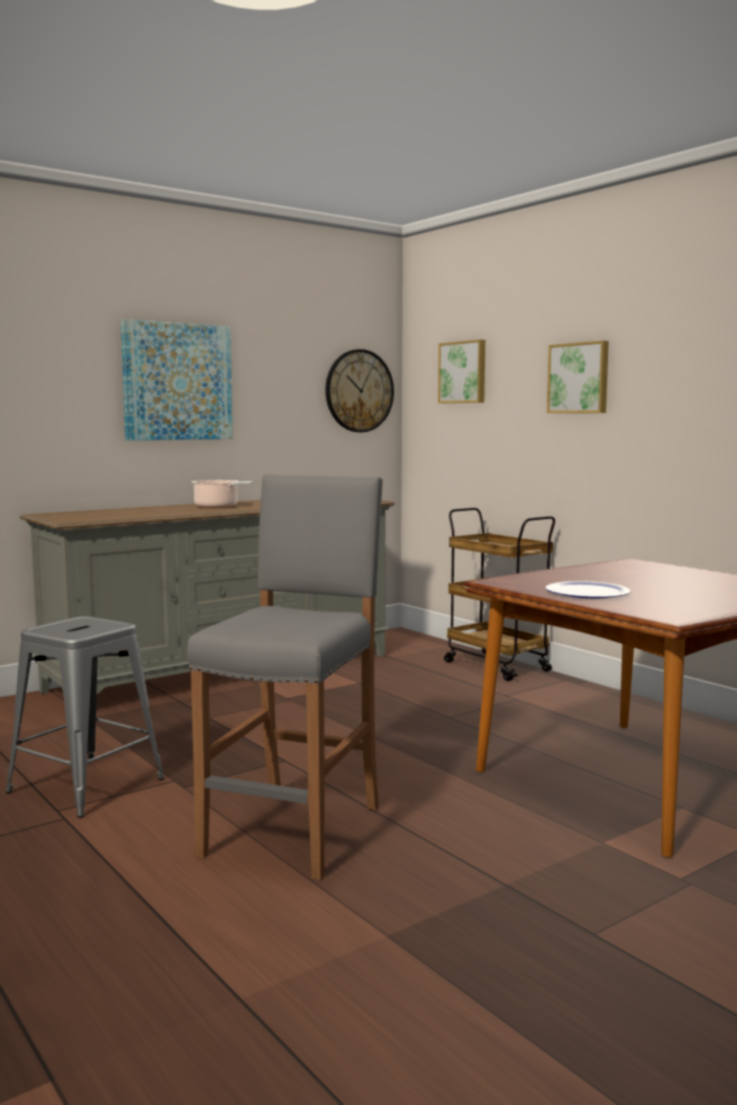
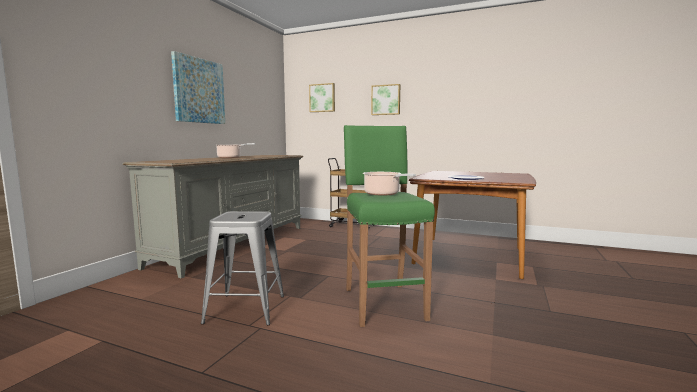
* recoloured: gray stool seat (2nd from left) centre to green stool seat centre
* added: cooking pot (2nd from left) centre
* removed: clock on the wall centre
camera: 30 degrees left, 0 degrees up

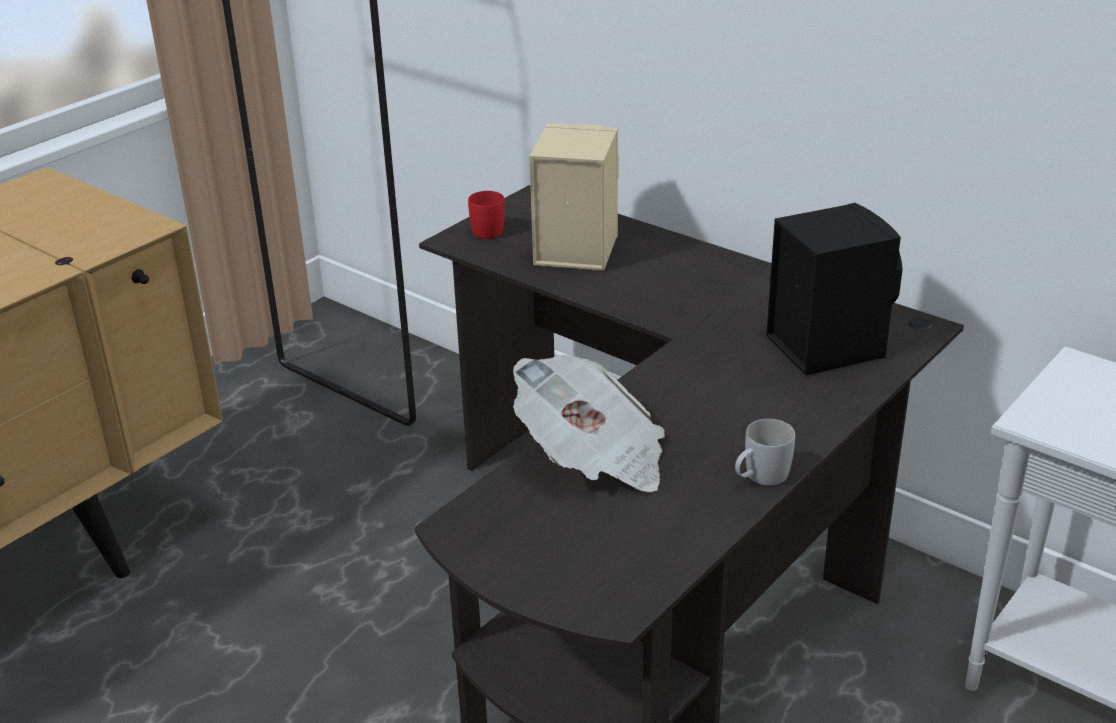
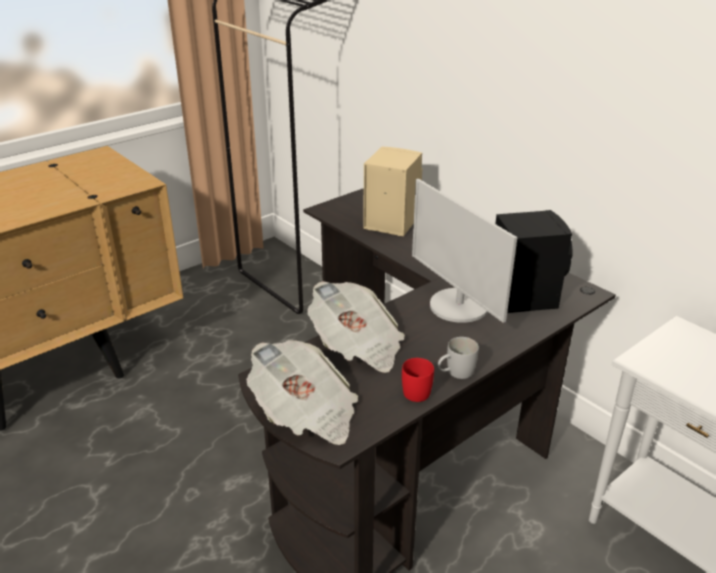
* added: daily paper (1st from left) bottom centre
* moved: reddish tea mug top centre to centre
* added: monitor centre
camera: 10 degrees right, 0 degrees up

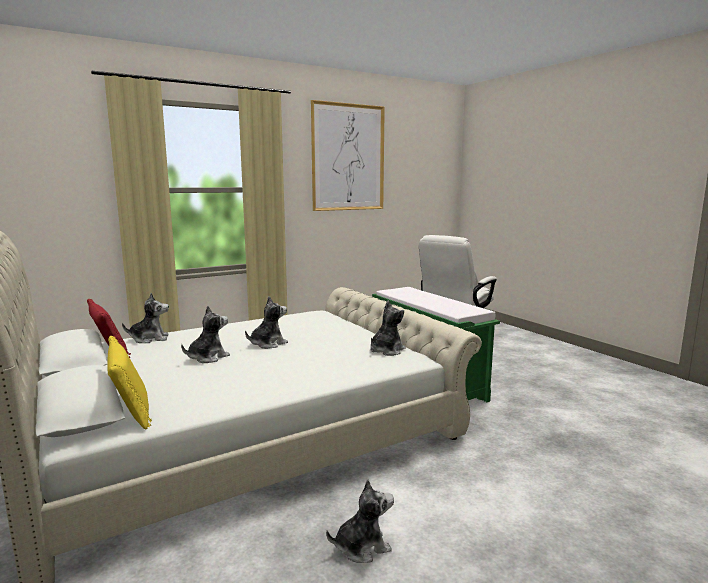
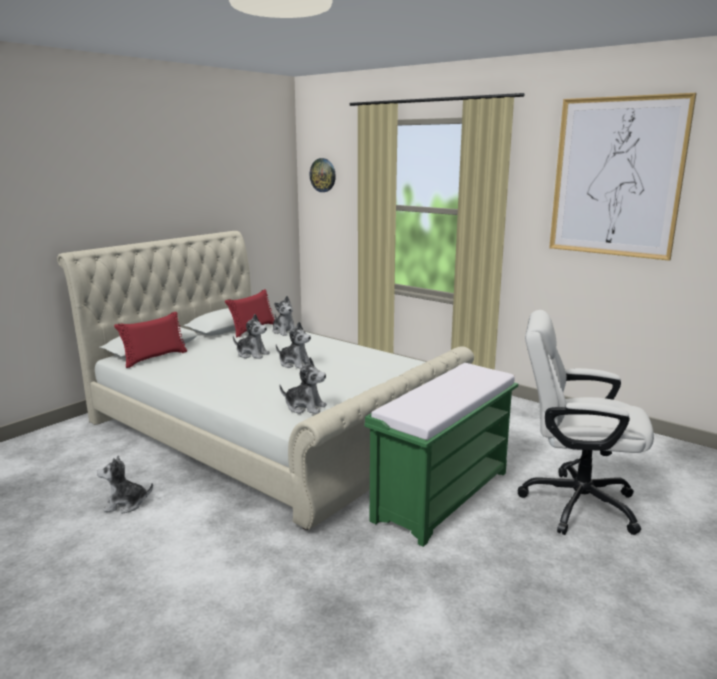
* turned: cuddly toy (4th from left in the first image) bottom centre = bottom left 120 degrees clockwise
* recoloured: yellow-coloured throw pillow middle left to reddish throw pillow (1st from left) middle left
* added: clock on the wall top centre
camera: 70 degrees right, 5 degrees up

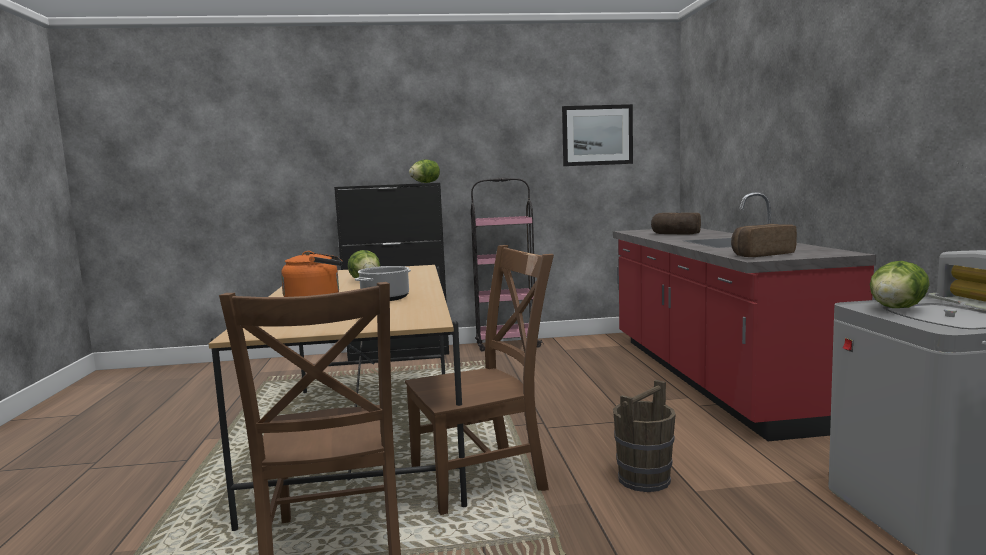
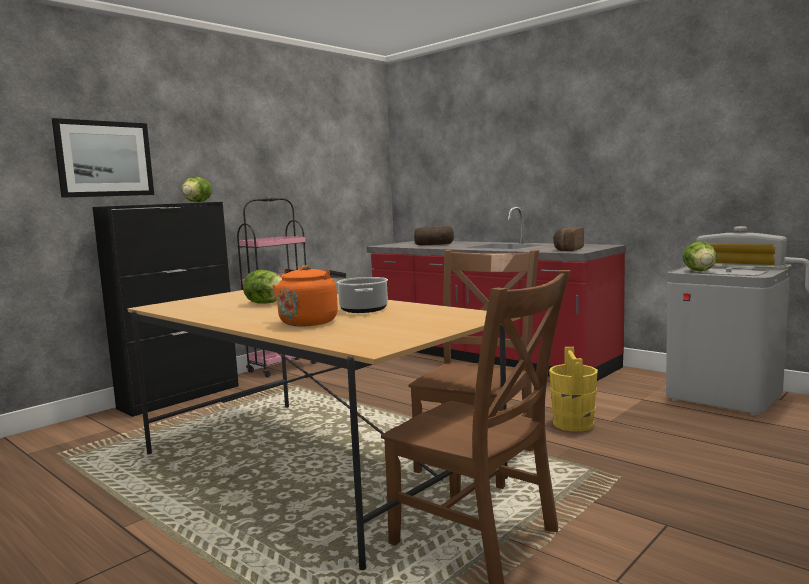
* moved: wall picture top centre to top left
* recoloured: brown-coloured pail bottom centre to yellow-coloured pail middle right
camera: 40 degrees left, 0 degrees up

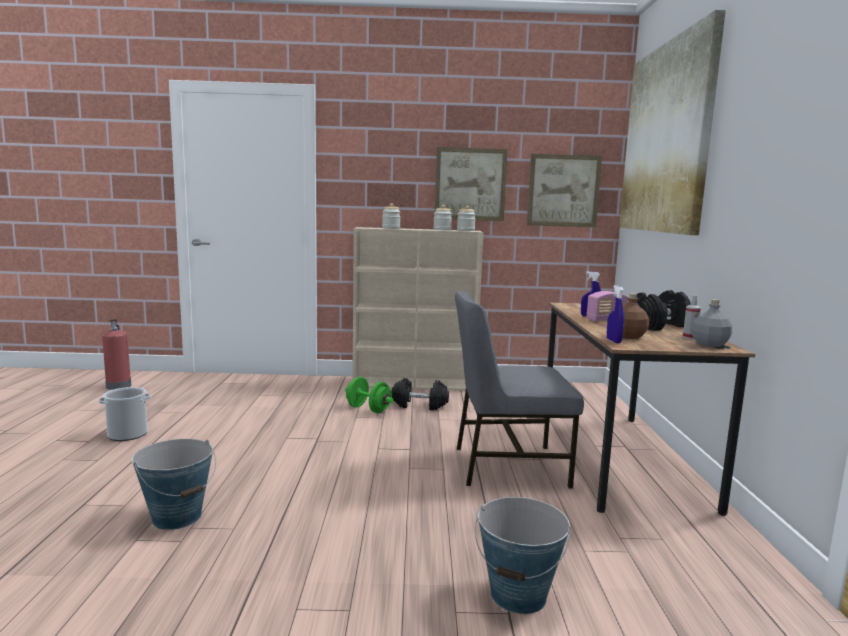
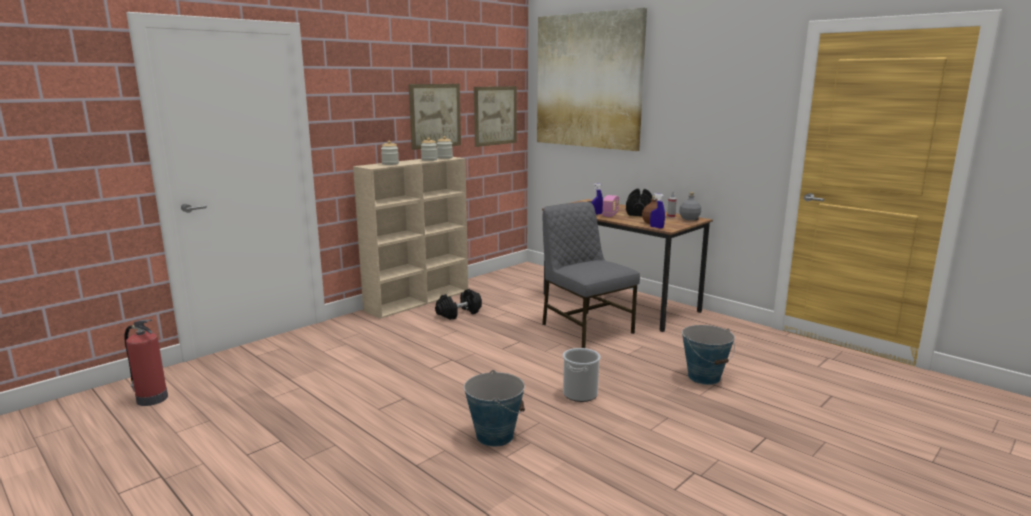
* turned: gray upright chair centre = centre 105 degrees clockwise
* moved: pail (1st from left in the first image) middle left to pail (2nd from left) bottom centre
* removed: green free weight centre
camera: 45 degrees left, 5 degrees up

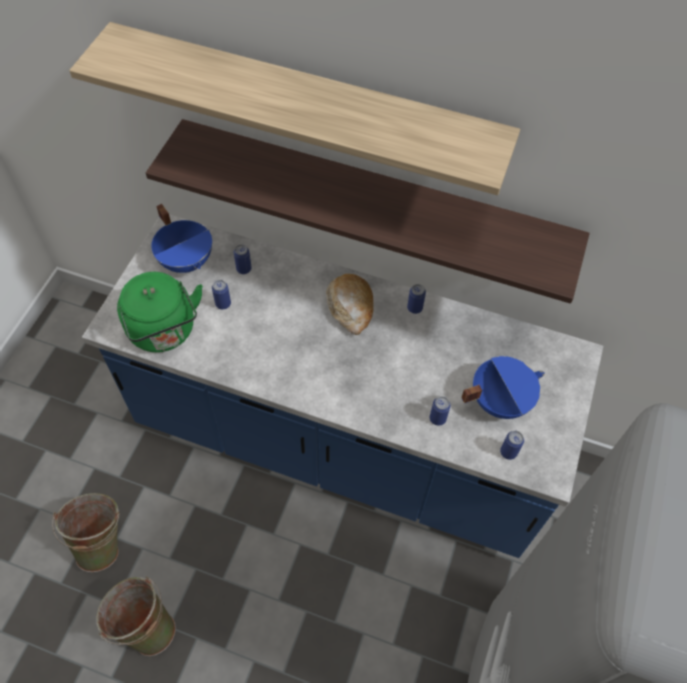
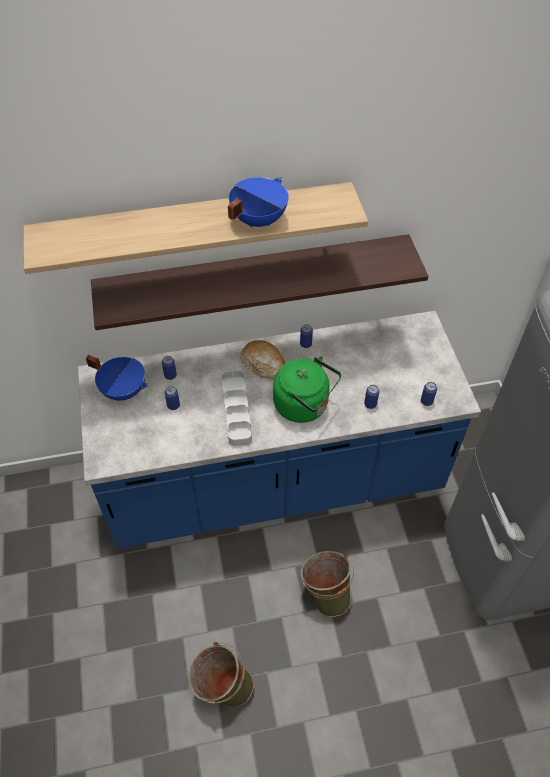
* added: gray tray centre
* moved: blue-coloured cooking pot (2nd from left) middle right to top centre
* moved: green tea kettle middle left to centre
* moved: green pail (1st from left in the first image) bottom left to green pail (2nd from left) bottom centre
camera: 30 degrees left, 5 degrees down

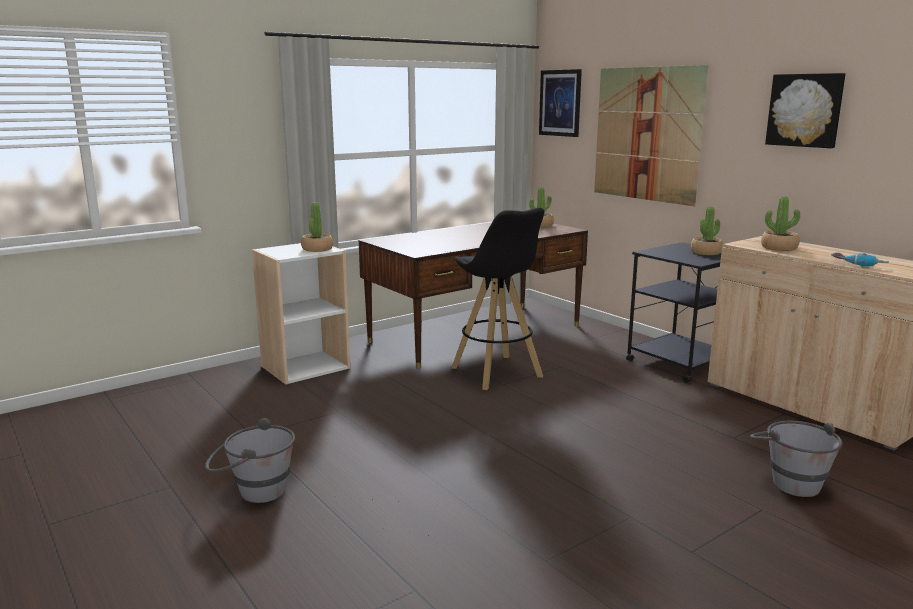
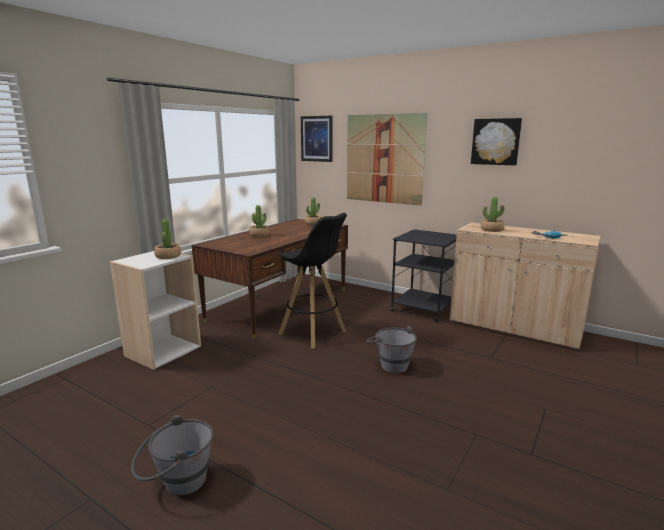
* moved: potted plant (3rd from left in the first image) middle right to potted plant (2nd from left) centre
* moved: gray pail (2nd from left) bottom right to centre
camera: 20 degrees left, 0 degrees up

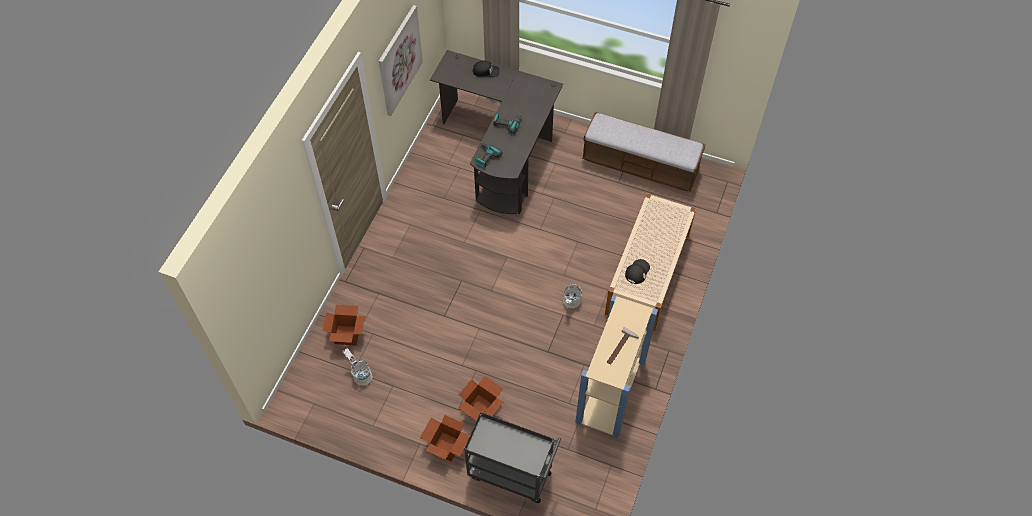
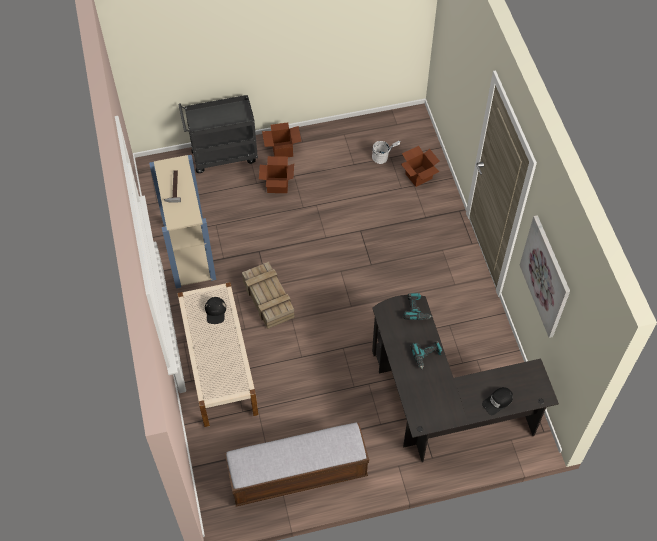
* replaced: whitish pail (2nd from left) centre to crate centre
camera: 145 degrees right, 0 degrees up

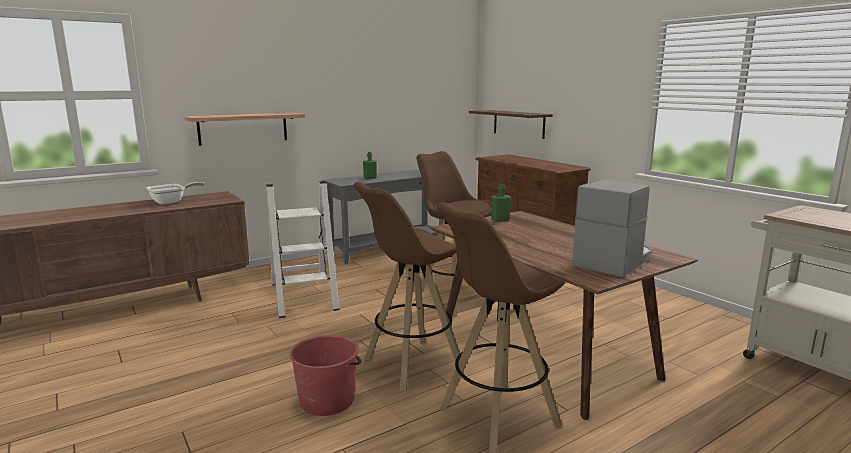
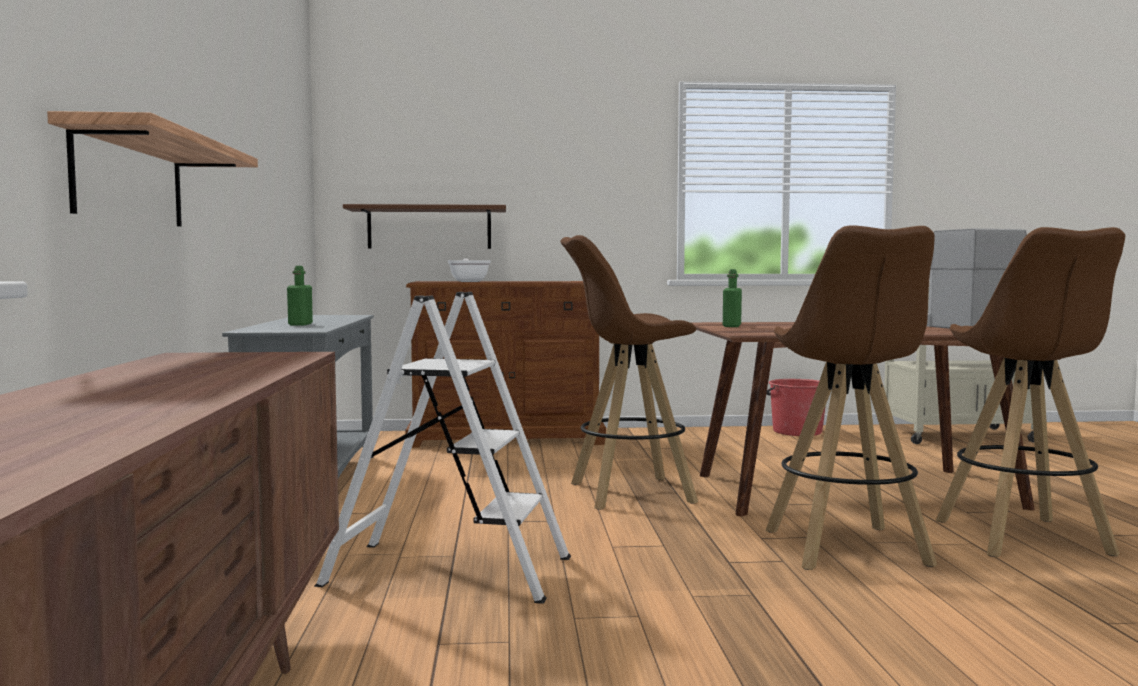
* moved: frying pan middle left to centre
* moved: reddish pail bottom centre to middle right
camera: 60 degrees left, 10 degrees down

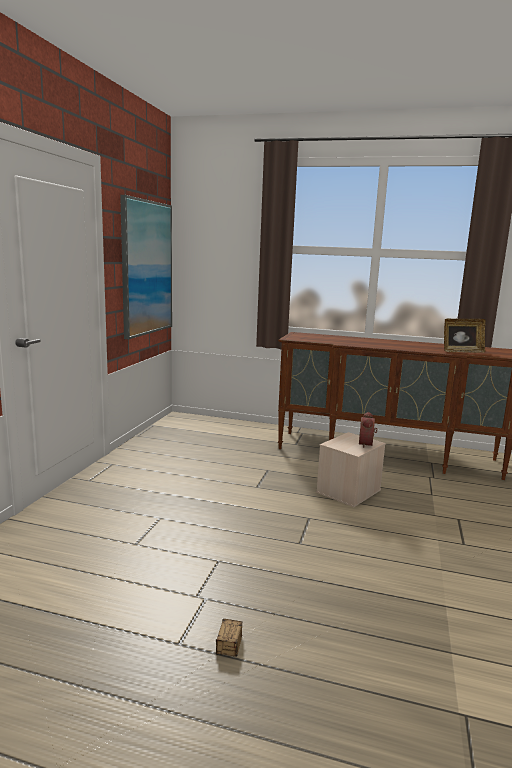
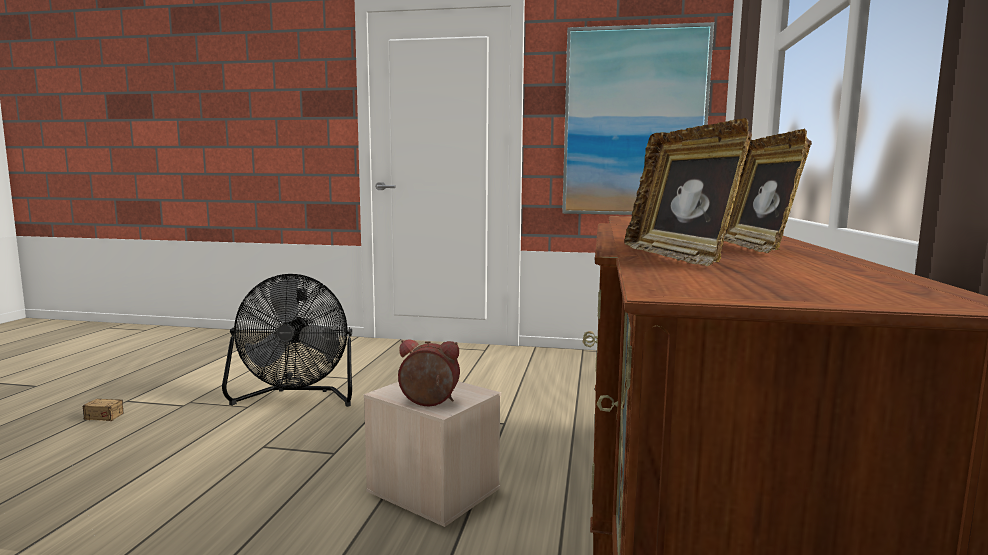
* added: black-coloured fan middle left
* added: standing frame (2nd from left) middle right
camera: 85 degrees right, 5 degrees down

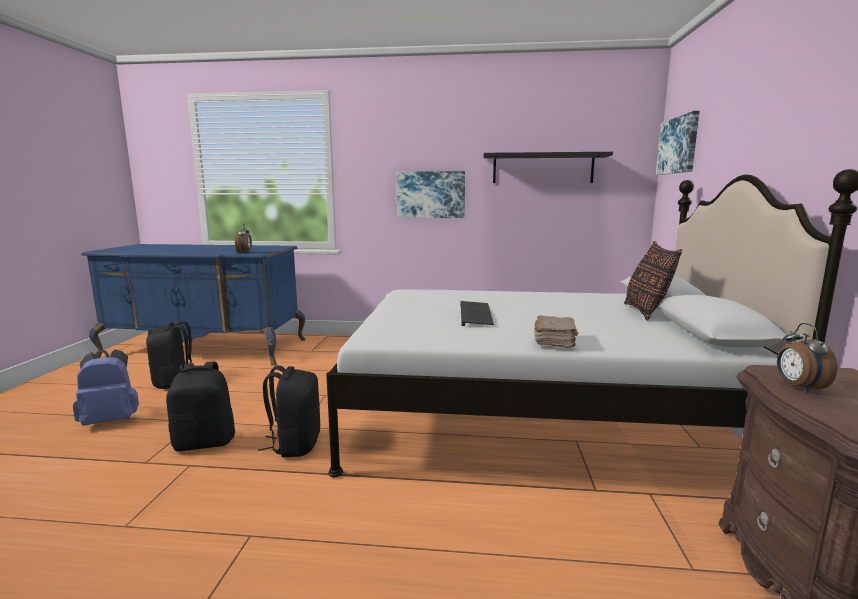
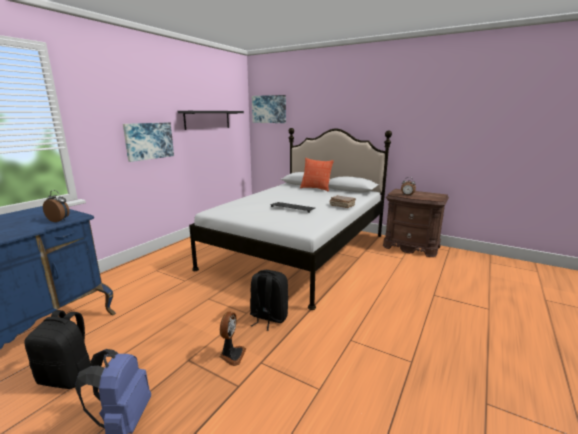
* replaced: black-coloured knapsack (2nd from left) bottom left to fan bottom centre
* recoloured: black-coloured throw pillow middle right to orange throw pillow centre
camera: 65 degrees left, 5 degrees up

